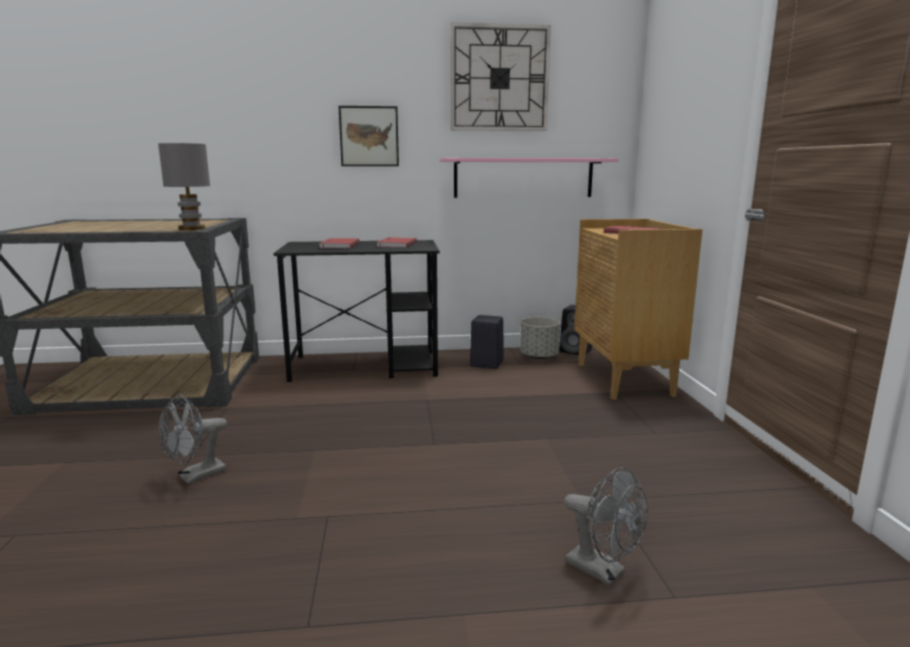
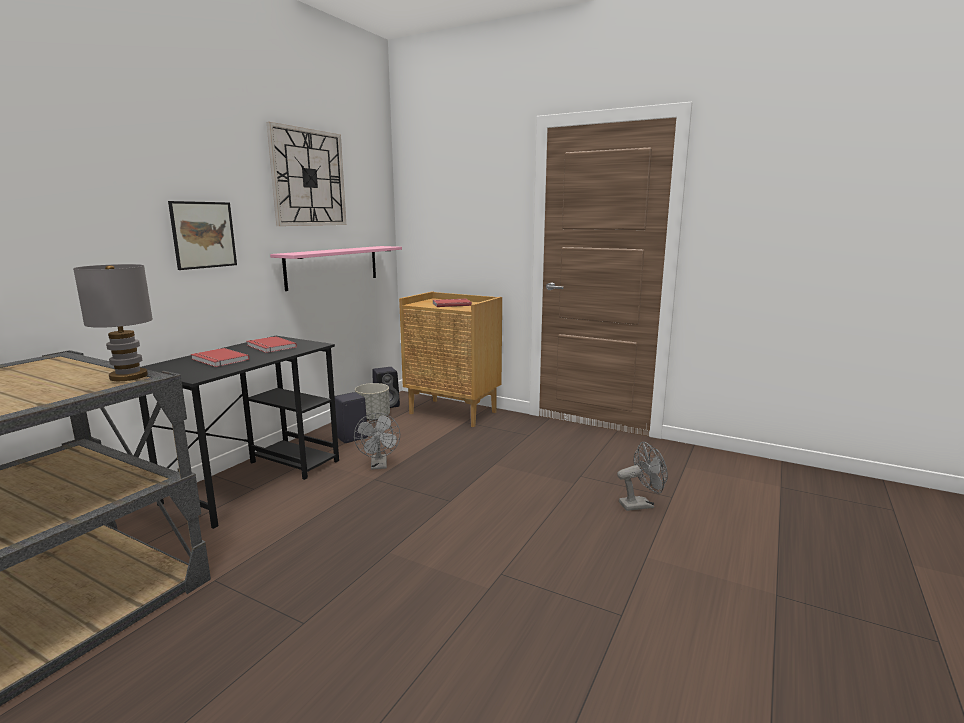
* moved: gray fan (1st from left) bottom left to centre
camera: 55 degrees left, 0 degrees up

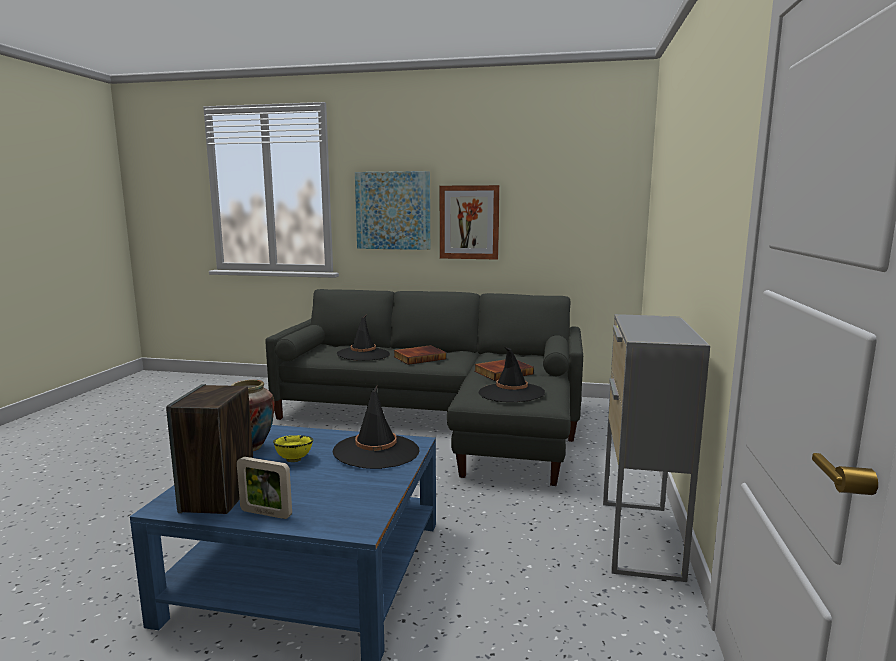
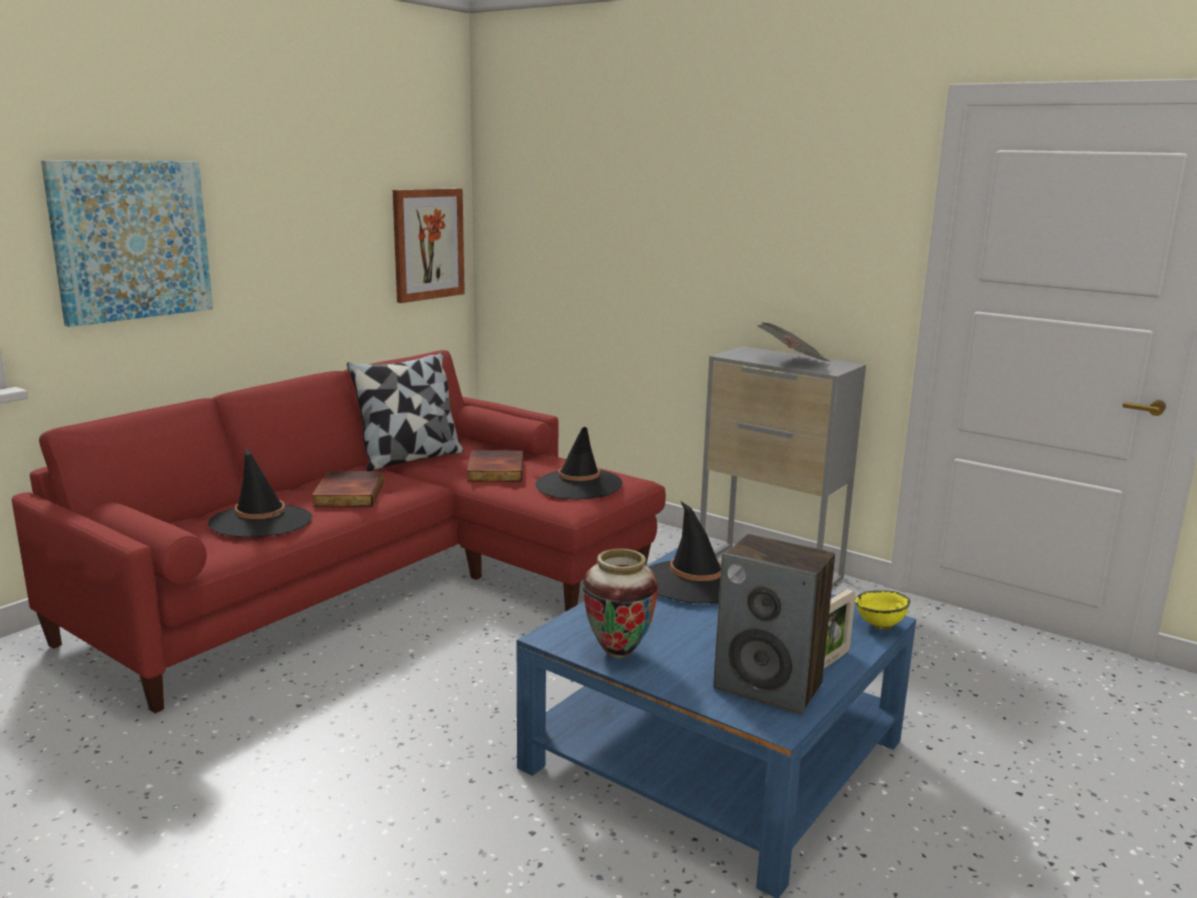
* recoloured: gray couch centre to reddish couch middle left
* added: throw pillow centre
* moved: wall picture (2nd from left) centre to top centre
* added: daily paper centre
* moved: yellow-coloured serving bowl bottom left to bottom right
camera: 65 degrees left, 5 degrees up

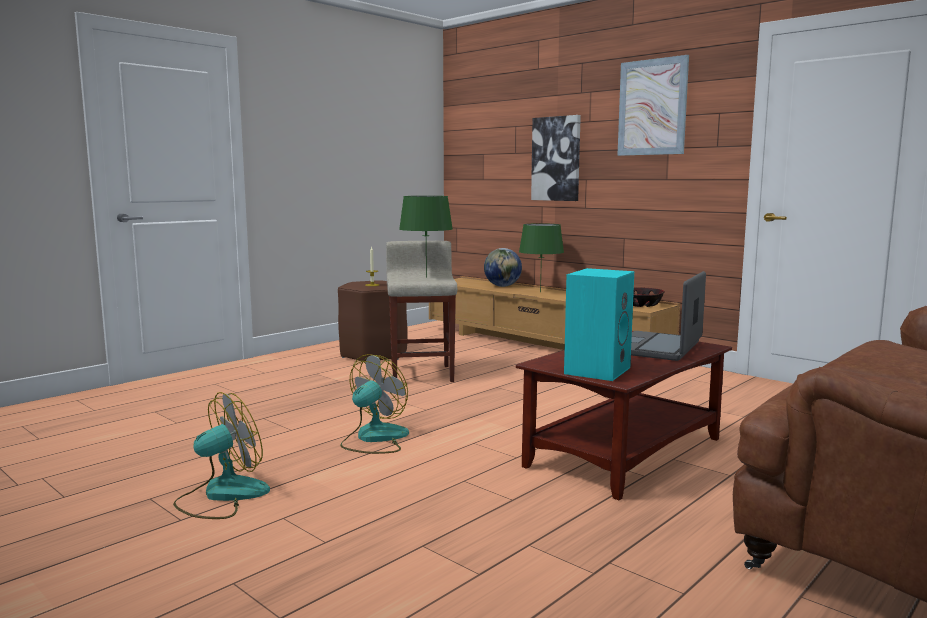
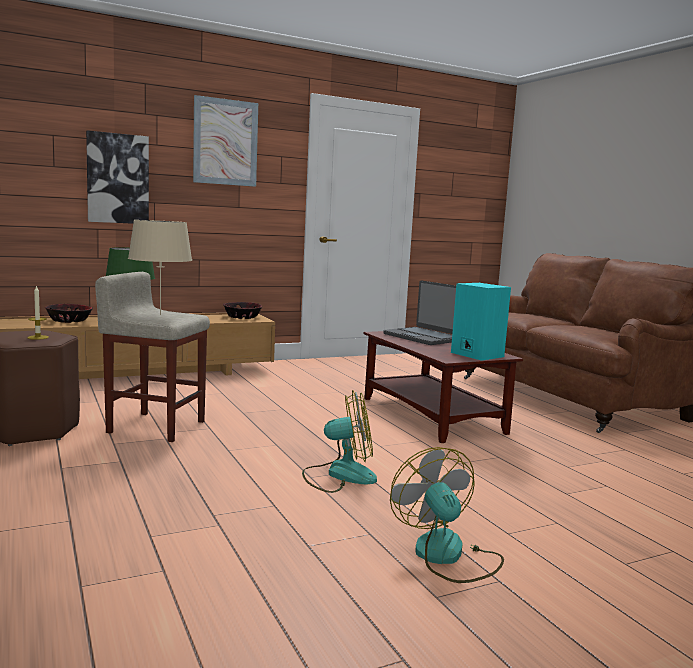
* replaced: desk globe centre to serving bowl (1st from left) middle left
* recoloured: green tabletop lamp (1st from left) centre to beige tabletop lamp middle left
* turned: fan (2nd from left in the first image) centre = centre 120 degrees clockwise
camera: 70 degrees left, 0 degrees up

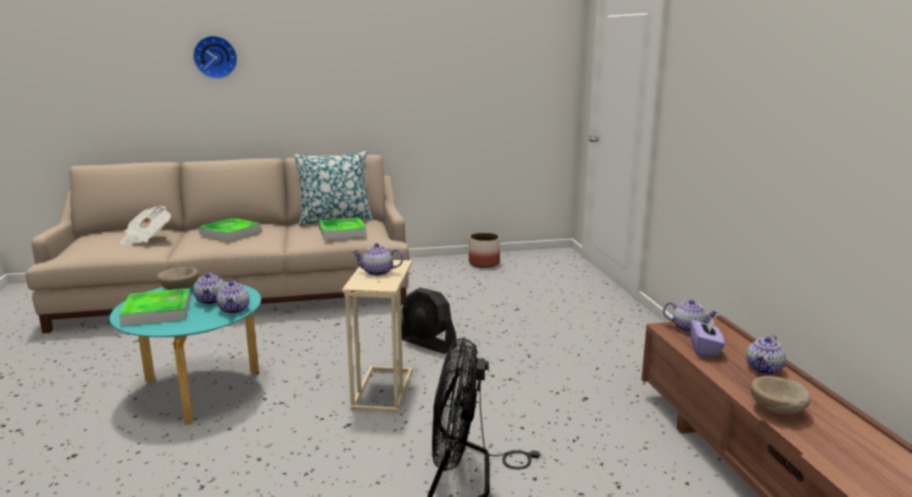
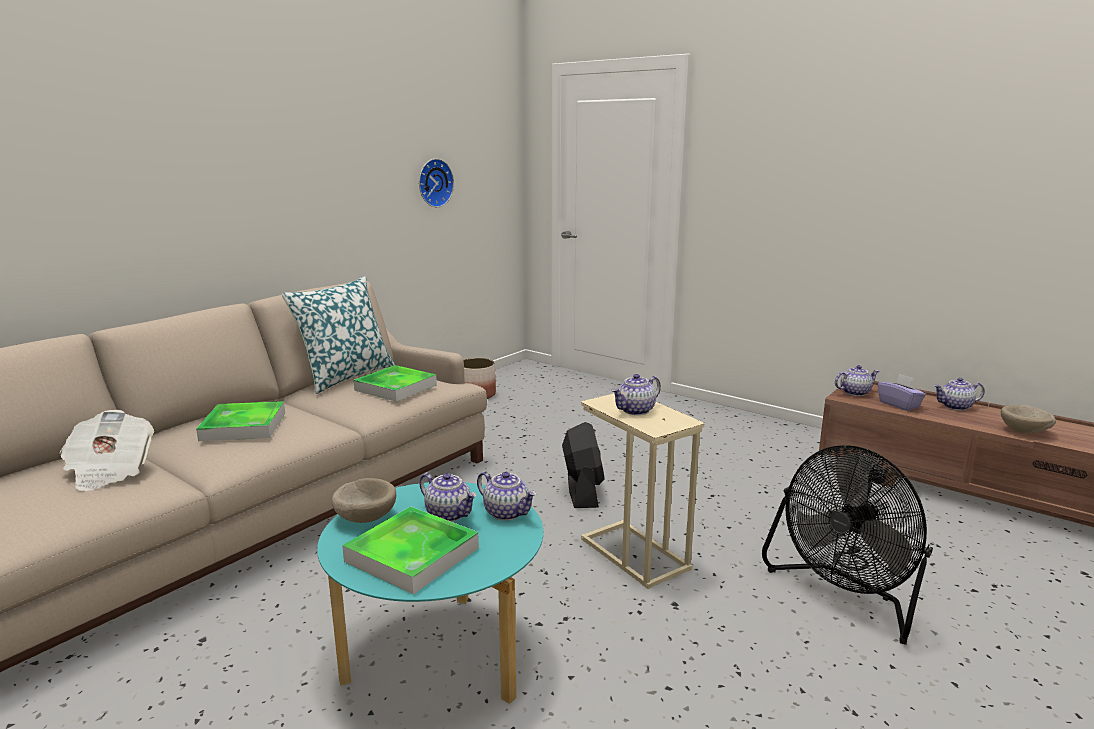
* moved: clock on the wall top left to top centre
* turned: black-coloured fan (1st from left) centre = centre 90 degrees counterclockwise
* turned: teapot (5th from left) bottom right = middle right 90 degrees clockwise
camera: 40 degrees left, 0 degrees up

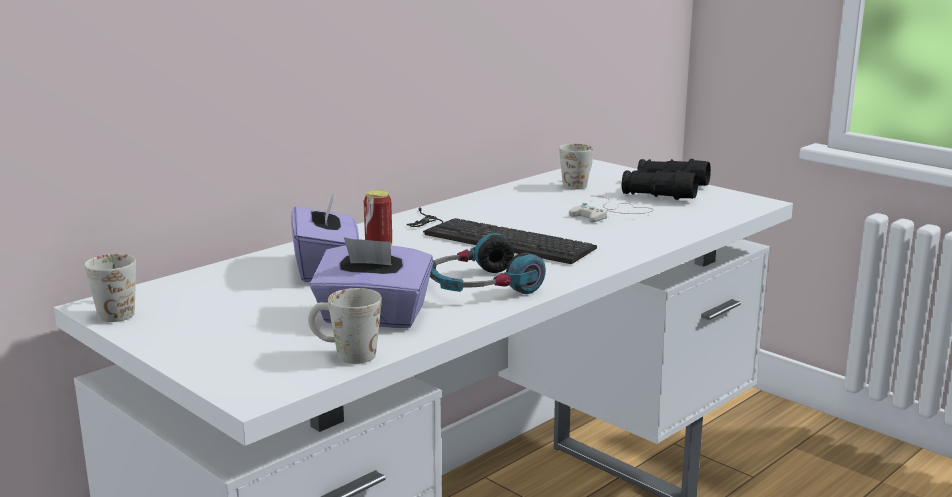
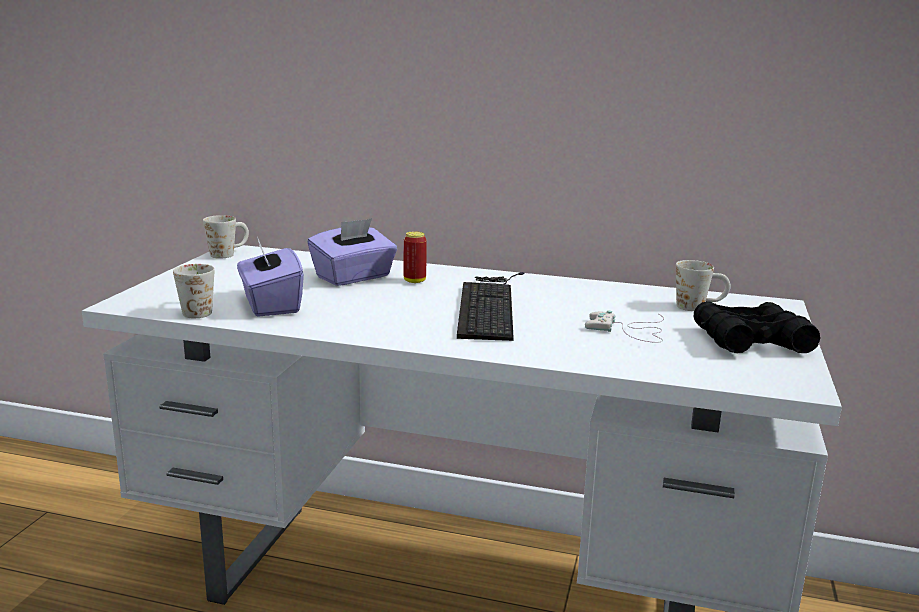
* removed: headphones centre
camera: 60 degrees right, 0 degrees up

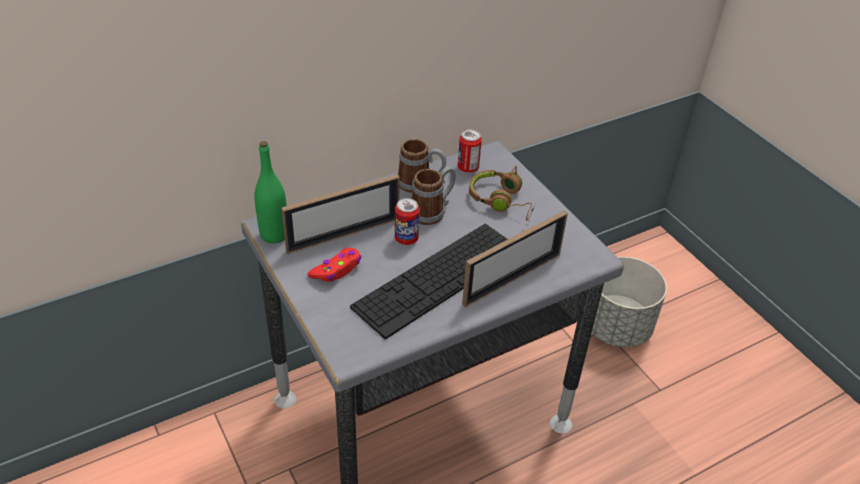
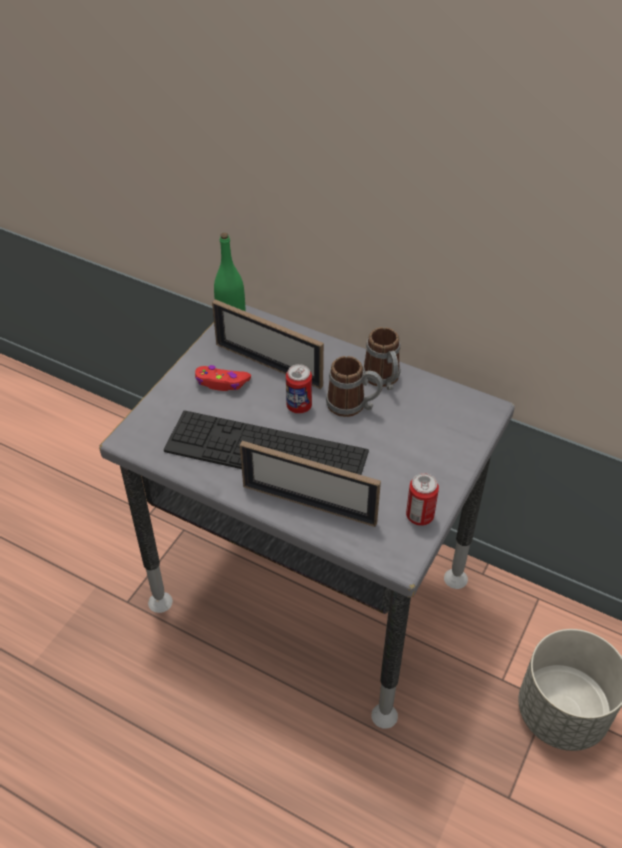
* moved: metal can (2nd from left) top centre to middle right
* removed: brown-coloured headphones centre
camera: 60 degrees right, 5 degrees up

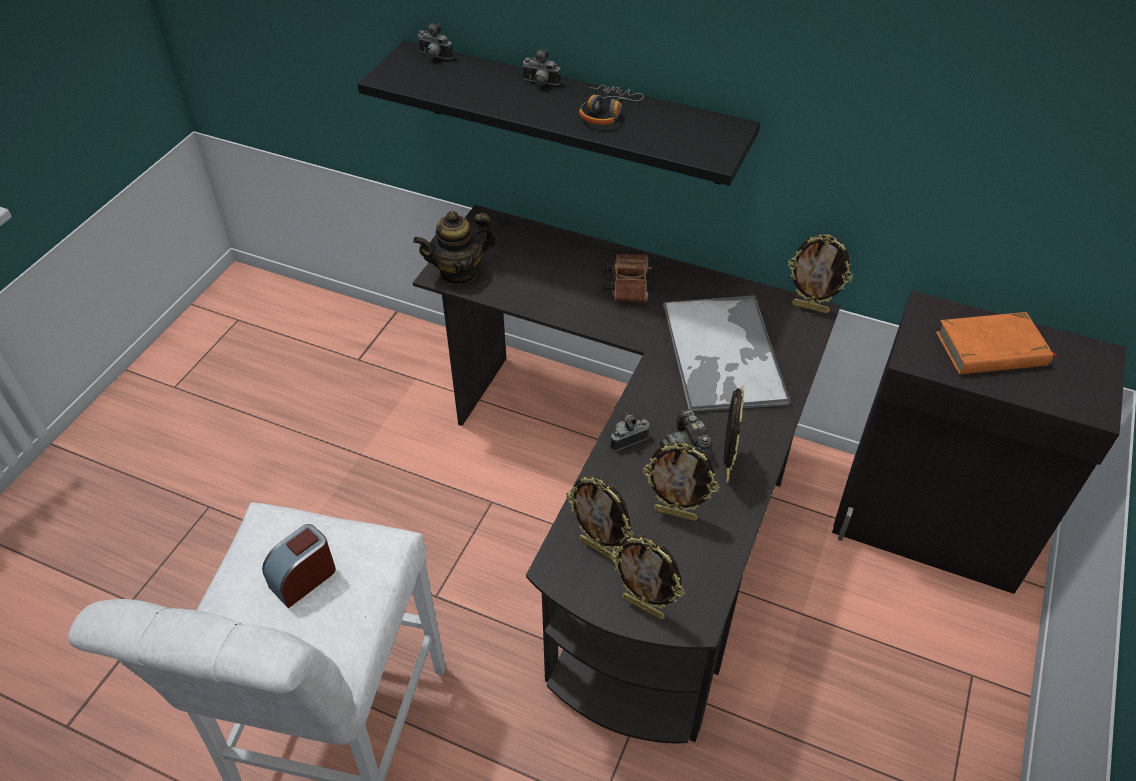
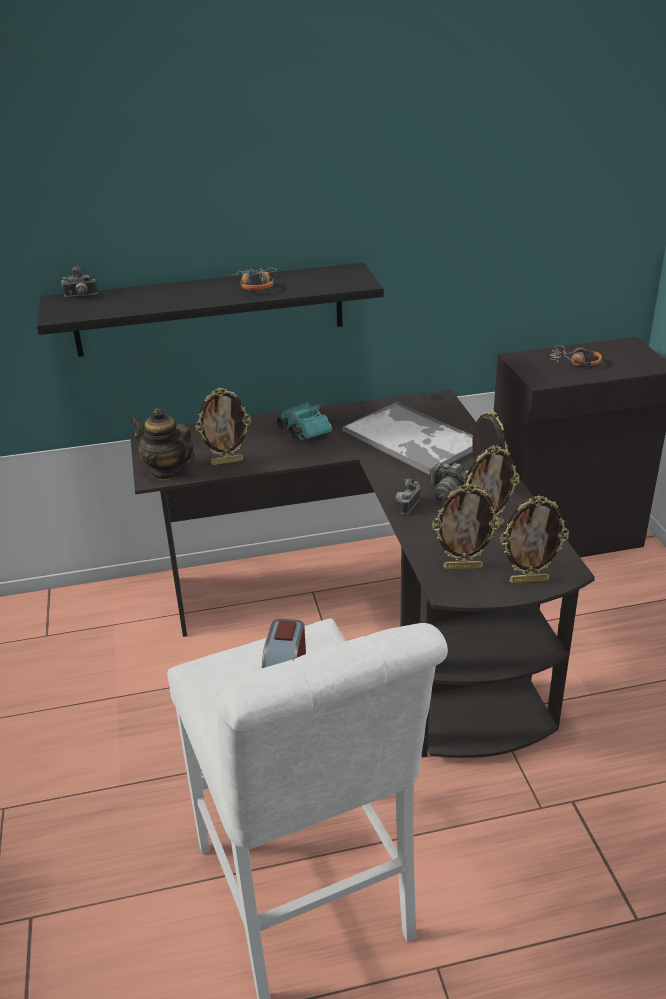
* turned: teapot top centre = middle left 90 degrees clockwise
* moved: standing frame (5th from left in the first image) middle right to standing frame (1st from left) centre
* recoloured: brown-coloured pair of binoculars centre to turquoise pair of binoculars centre
* replaced: orange book middle right to headphones (2nd from left) middle right
* removed: photo camera (2nd from left) top centre
camera: 35 degrees left, 15 degrees down

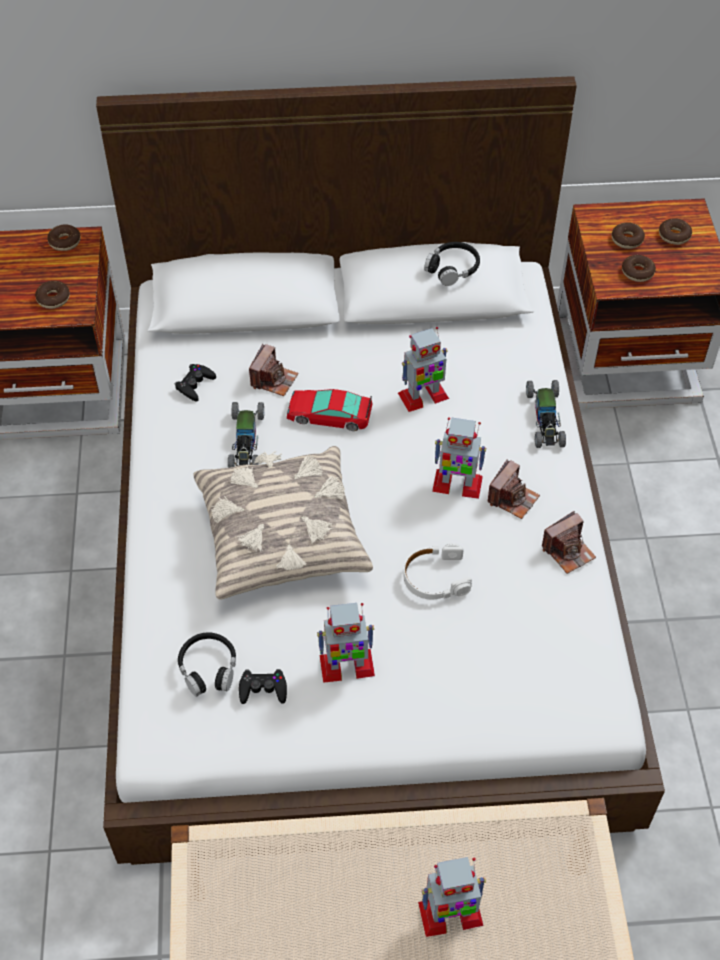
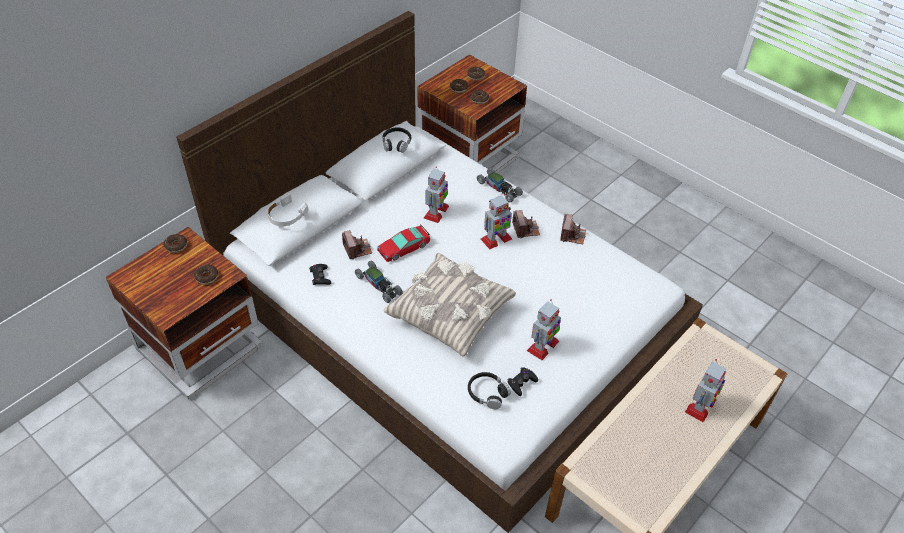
* moved: whitish headphones centre to middle left
camera: 45 degrees left, 5 degrees down

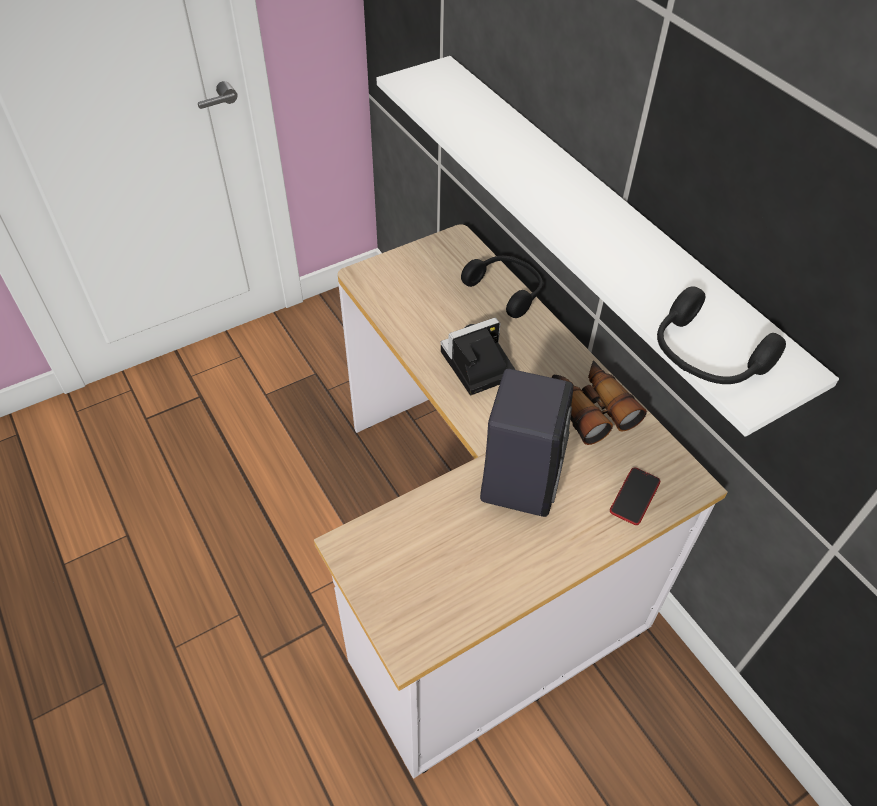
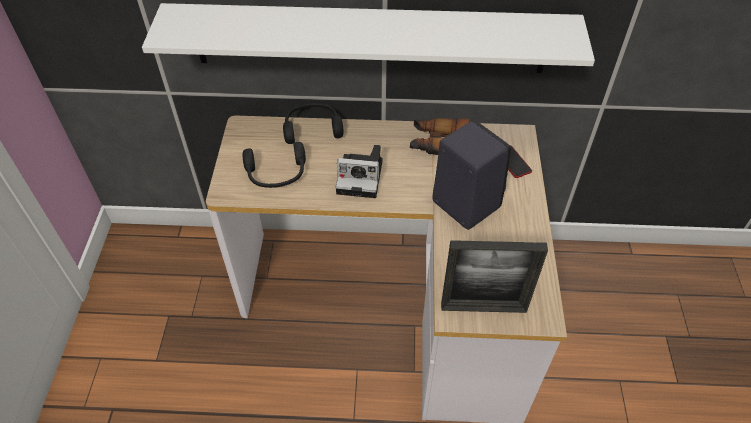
* moved: black-coloured headphones (2nd from left in the first image) middle right to black-coloured headphones (1st from left) centre
* turned: photo camera centre = centre 90 degrees counterclockwise
* added: standing frame centre
camera: 55 degrees left, 0 degrees up

